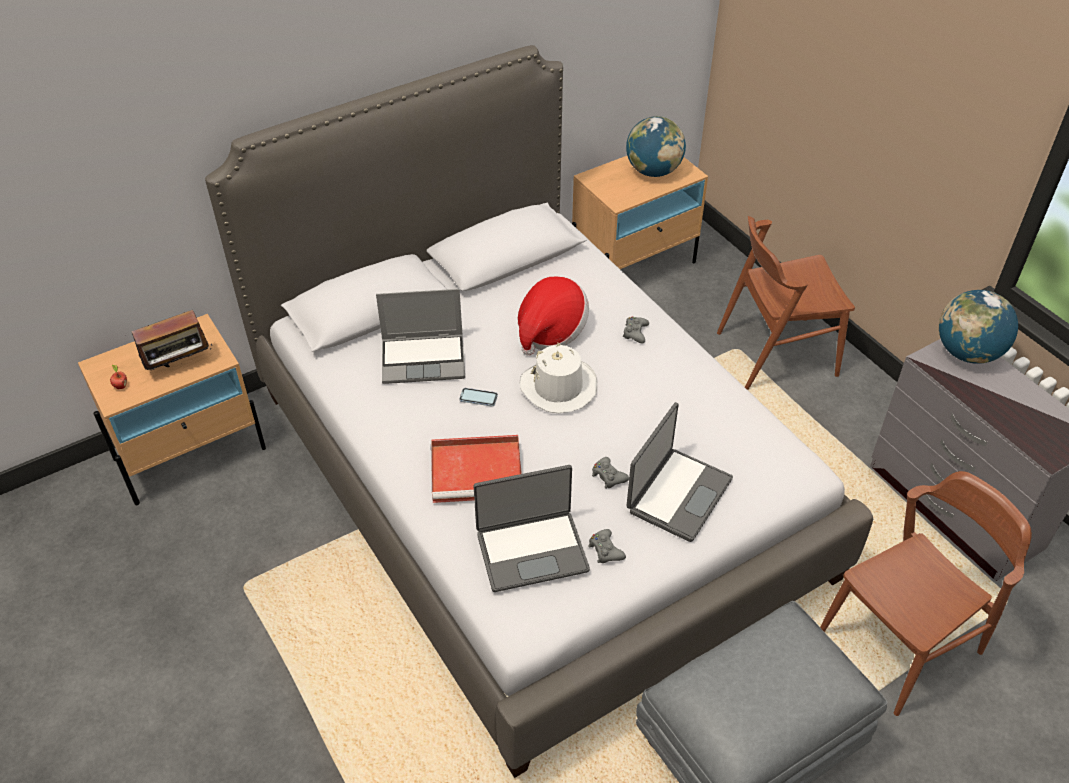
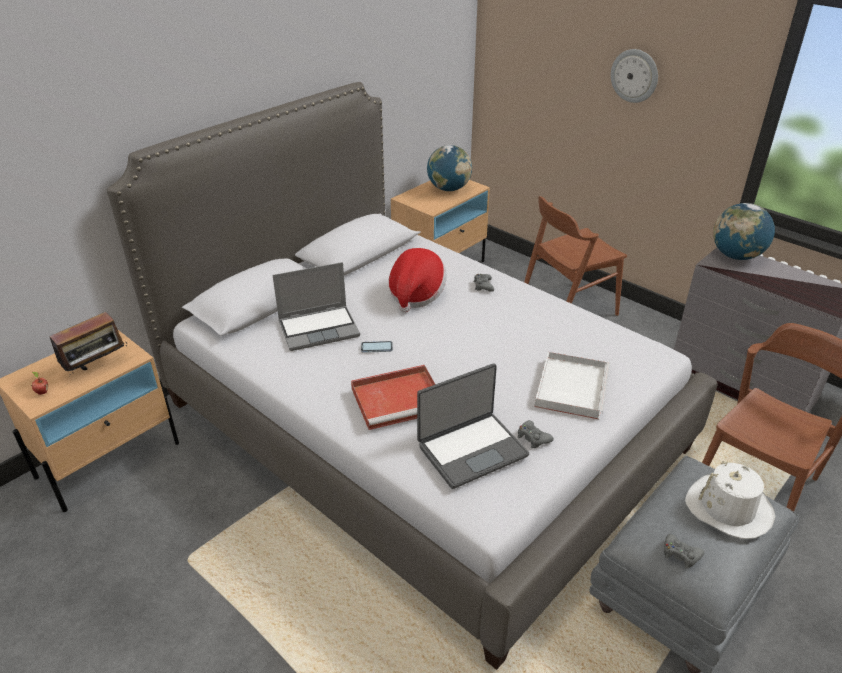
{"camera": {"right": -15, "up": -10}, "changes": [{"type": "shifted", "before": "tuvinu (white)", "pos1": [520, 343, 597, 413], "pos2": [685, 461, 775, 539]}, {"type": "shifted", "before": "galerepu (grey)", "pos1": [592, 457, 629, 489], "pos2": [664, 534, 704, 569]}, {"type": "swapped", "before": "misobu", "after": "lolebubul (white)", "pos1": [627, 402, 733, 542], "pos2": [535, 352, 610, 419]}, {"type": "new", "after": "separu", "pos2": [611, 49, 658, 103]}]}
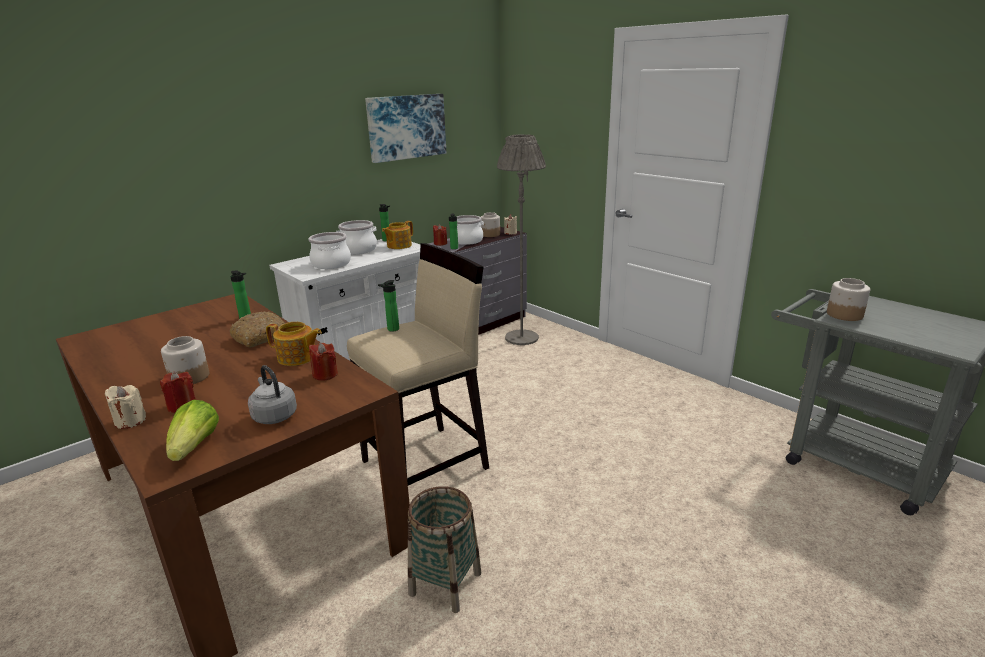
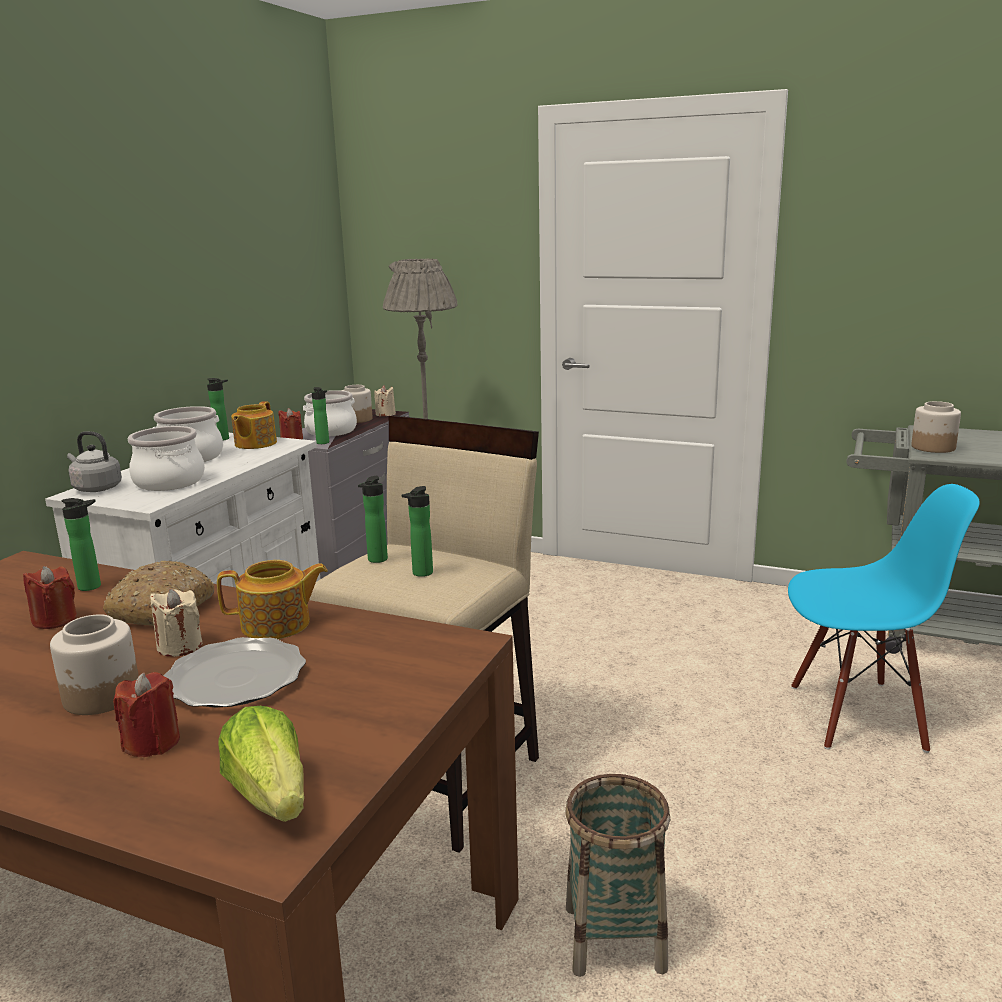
{"camera": {"right": -25, "up": -5}, "changes": [{"type": "shifted", "before": "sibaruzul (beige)", "pos1": [105, 385, 146, 429], "pos2": [150, 589, 202, 657]}, {"type": "shifted", "before": "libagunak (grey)", "pos1": [248, 365, 297, 424], "pos2": [67, 431, 122, 492]}, {"type": "shifted", "before": "sibaruzul (red)", "pos1": [309, 343, 338, 381], "pos2": [23, 566, 77, 629]}, {"type": "gone", "before": "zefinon", "pos1": [365, 94, 446, 163]}, {"type": "new", "after": "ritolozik", "pos2": [163, 637, 306, 708]}, {"type": "new", "after": "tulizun", "pos2": [402, 486, 433, 577]}, {"type": "new", "after": "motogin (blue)", "pos2": [788, 484, 980, 753]}]}
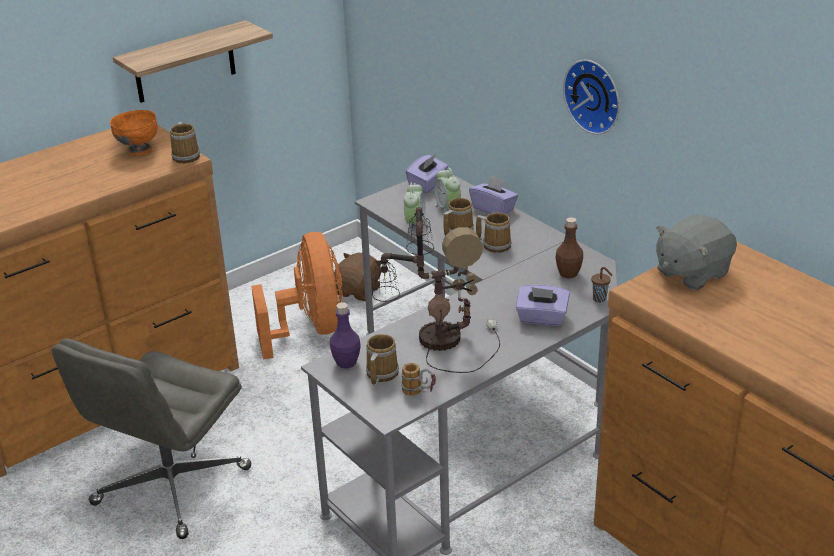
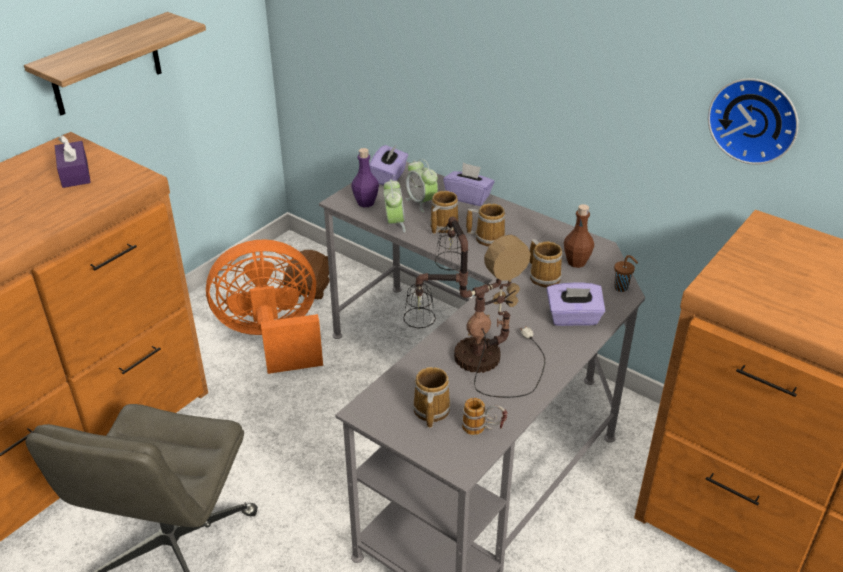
{"camera": {"right": -15, "up": 5}, "changes": [{"type": "swapped", "before": "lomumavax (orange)", "after": "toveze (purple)", "pos1": [110, 110, 158, 156], "pos2": [55, 135, 91, 188]}, {"type": "shifted", "before": "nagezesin", "pos1": [170, 122, 200, 163], "pos2": [530, 239, 563, 287]}, {"type": "rotated", "before": "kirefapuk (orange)", "pos1": [251, 232, 343, 360], "pos2": [206, 239, 323, 374], "turn": -75}, {"type": "shifted", "before": "tulizun (purple)", "pos1": [330, 302, 361, 368], "pos2": [351, 148, 379, 207]}, {"type": "shifted", "before": "separu", "pos1": [563, 60, 620, 135], "pos2": [708, 78, 799, 165]}, {"type": "gone", "before": "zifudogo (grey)", "pos1": [656, 215, 737, 290]}]}
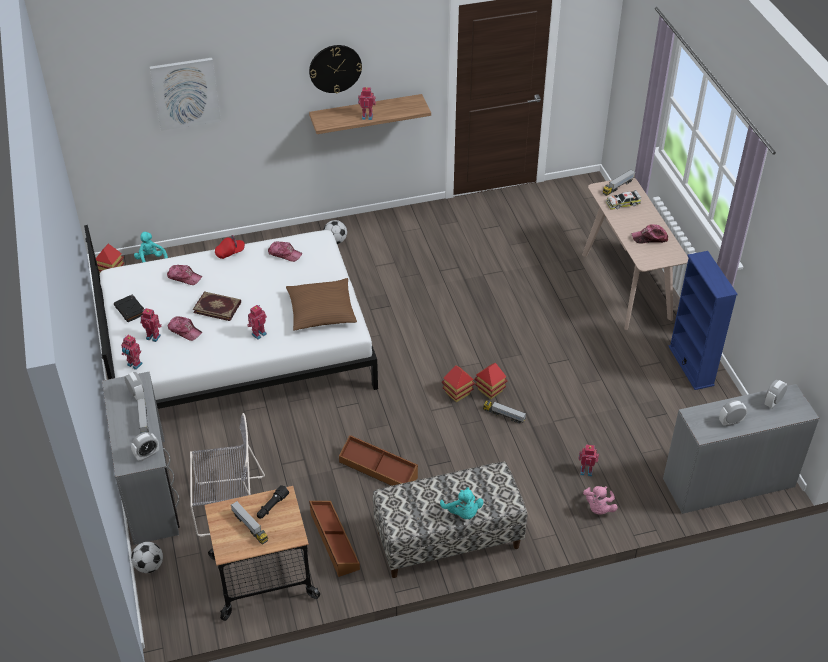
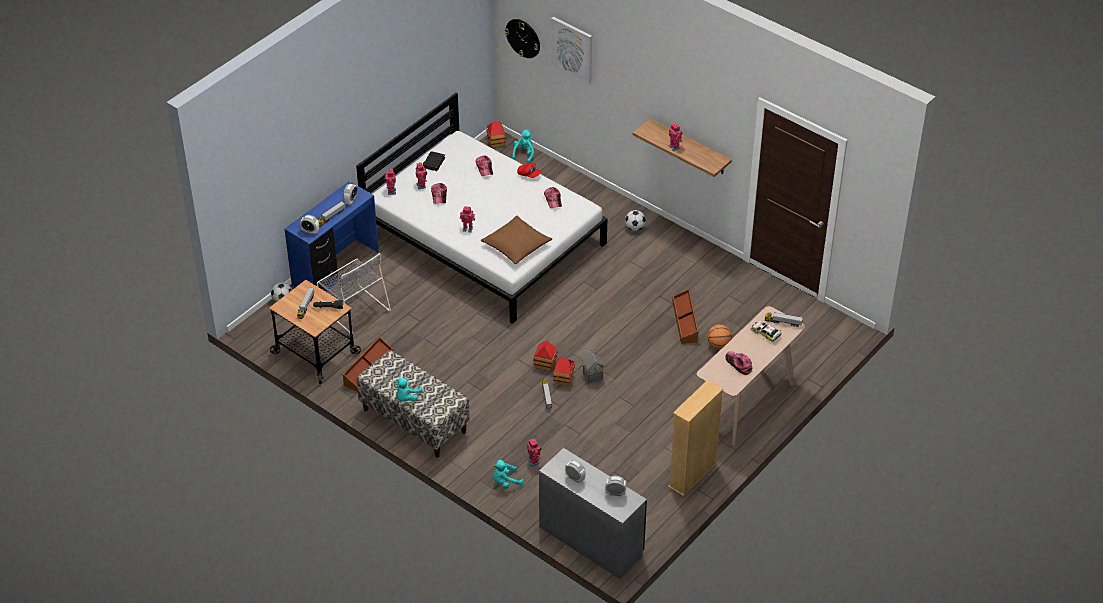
{"camera": {"right": 55, "up": 0}, "changes": [{"type": "repainted", "before": "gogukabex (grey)", "after": "gogukabex (blue)", "pos1": [102, 372, 180, 545], "pos2": [285, 181, 379, 292]}, {"type": "gone", "before": "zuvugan", "pos1": [193, 291, 241, 321]}, {"type": "shifted", "before": "separu", "pos1": [309, 45, 362, 93], "pos2": [505, 19, 540, 58]}, {"type": "shifted", "before": "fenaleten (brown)", "pos1": [339, 435, 418, 486], "pos2": [673, 289, 699, 344]}, {"type": "repainted", "before": "zifudogo (pink)", "after": "zifudogo (turquoise)", "pos1": [583, 486, 618, 514], "pos2": [493, 460, 524, 489]}, {"type": "repainted", "before": "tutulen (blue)", "after": "tutulen (beige)", "pos1": [668, 251, 738, 390], "pos2": [668, 380, 723, 496]}, {"type": "new", "after": "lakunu", "pos2": [582, 350, 605, 384]}, {"type": "new", "after": "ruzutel", "pos2": [707, 324, 732, 349]}]}
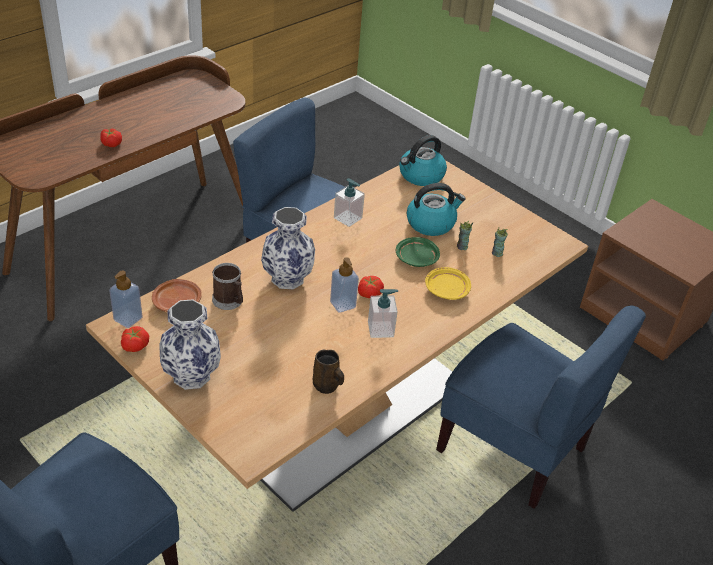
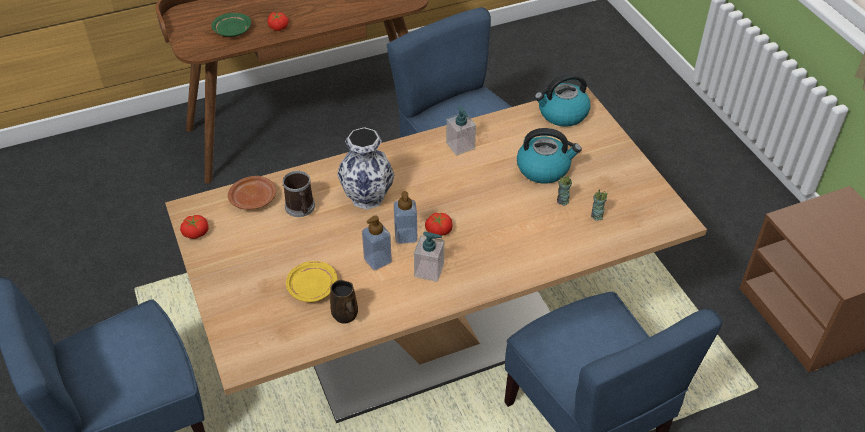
{"camera": {"right": 25, "up": 5}, "changes": [{"type": "shifted", "before": "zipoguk", "pos1": [109, 270, 143, 328], "pos2": [362, 216, 392, 270]}, {"type": "gone", "before": "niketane", "pos1": [159, 299, 221, 390]}, {"type": "shifted", "before": "ritolozik (green)", "pos1": [396, 237, 440, 267], "pos2": [211, 13, 251, 37]}, {"type": "shifted", "before": "ritolozik (yellow)", "pos1": [425, 267, 471, 300], "pos2": [286, 261, 337, 302]}]}
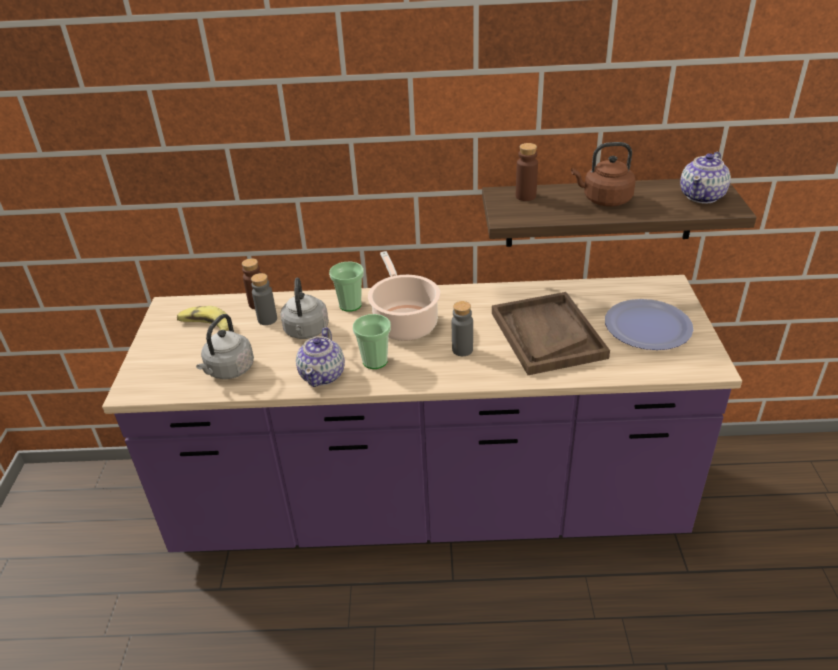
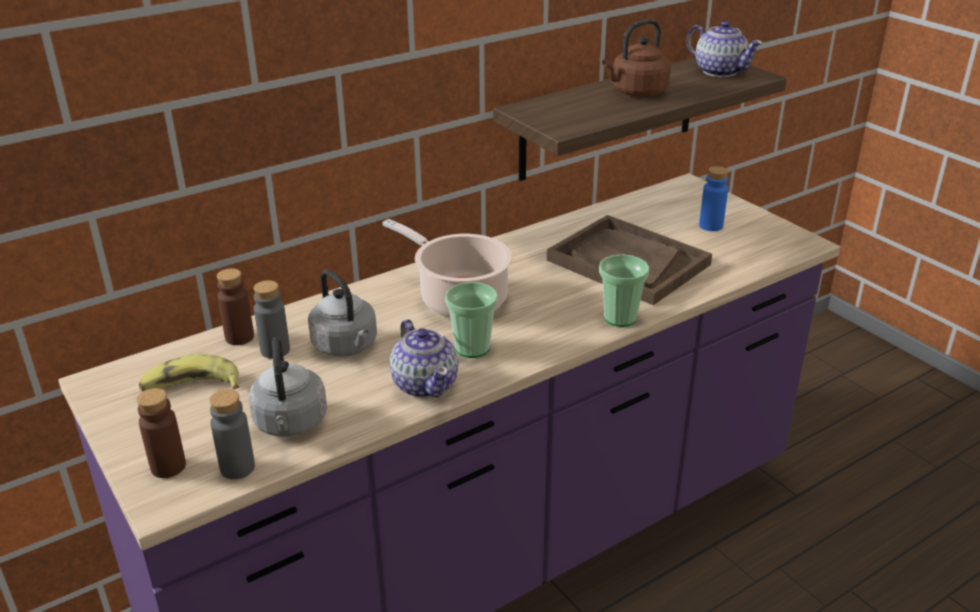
{"camera": {"right": -35, "up": -5}, "changes": [{"type": "shifted", "before": "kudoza", "pos1": [329, 262, 364, 312], "pos2": [599, 254, 649, 327]}, {"type": "shifted", "before": "tulizun (grey)", "pos1": [452, 301, 473, 356], "pos2": [209, 389, 255, 479]}, {"type": "shifted", "before": "tulizun (brown)", "pos1": [516, 143, 538, 201], "pos2": [137, 388, 186, 478]}, {"type": "swapped", "before": "ritolozik", "after": "tulizun (blue)", "pos1": [605, 299, 693, 350], "pos2": [699, 166, 728, 231]}, {"type": "rotated", "before": "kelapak", "pos1": [680, 152, 731, 204], "pos2": [687, 21, 763, 77], "turn": -45}]}
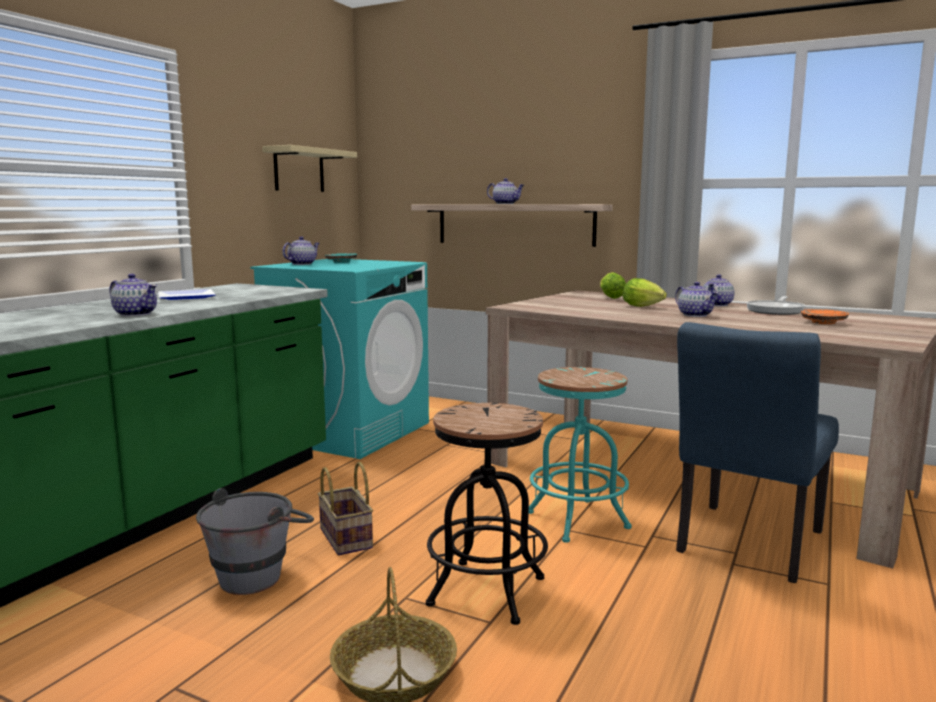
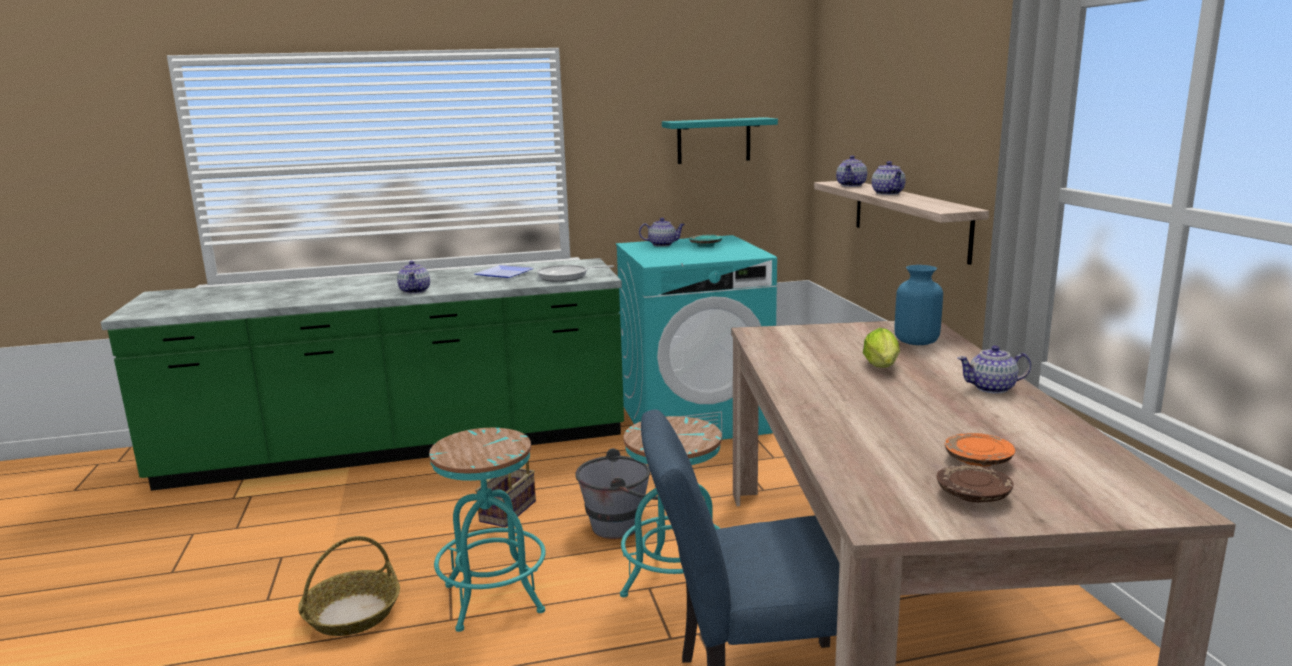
{"camera": {"right": 50, "up": 5}, "changes": [{"type": "shifted", "before": "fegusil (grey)", "pos1": [196, 488, 314, 595], "pos2": [575, 448, 658, 539]}, {"type": "repainted", "before": "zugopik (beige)", "after": "zugopik (turquoise)", "pos1": [262, 145, 357, 192], "pos2": [662, 117, 778, 164]}, {"type": "repainted", "before": "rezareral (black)", "after": "rezareral (turquoise)", "pos1": [426, 403, 548, 625], "pos2": [429, 428, 546, 632]}, {"type": "swapped", "before": "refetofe", "after": "niketane (blue)", "pos1": [600, 272, 626, 299], "pos2": [894, 265, 943, 345]}, {"type": "shifted", "before": "kelapak", "pos1": [675, 282, 719, 317], "pos2": [836, 155, 867, 187]}, {"type": "shifted", "before": "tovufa", "pos1": [746, 296, 805, 315], "pos2": [537, 265, 614, 282]}, {"type": "new", "after": "ritolozik (brown)", "pos2": [937, 465, 1014, 502]}]}
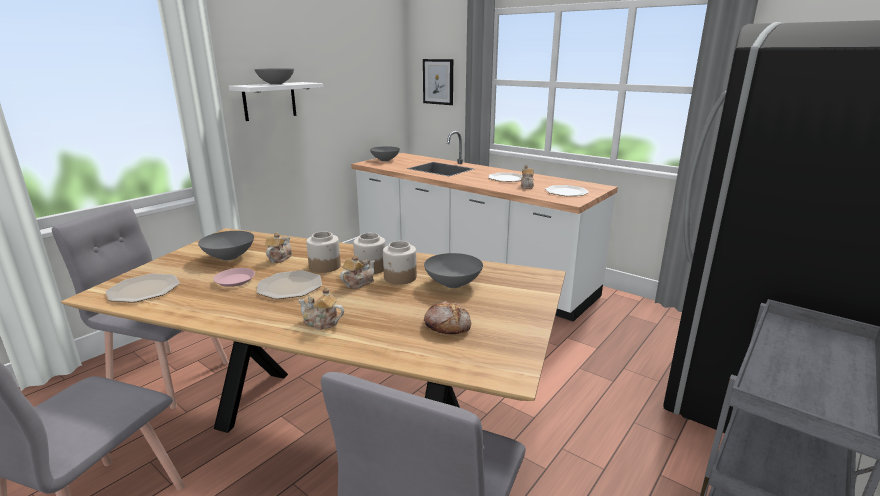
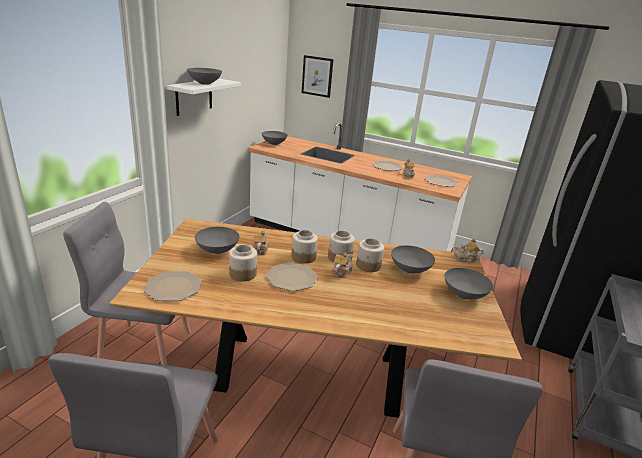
{"camera": {"right": -15, "up": 5}, "changes": [{"type": "swapped", "before": "ritolozik (pink)", "after": "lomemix", "pos1": [213, 268, 255, 287], "pos2": [229, 244, 257, 282]}, {"type": "shifted", "before": "kelapak", "pos1": [298, 287, 344, 330], "pos2": [454, 238, 484, 264]}, {"type": "gone", "before": "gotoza", "pos1": [424, 301, 471, 334]}, {"type": "new", "after": "lomumavax (grey)", "pos2": [444, 268, 493, 299]}]}
